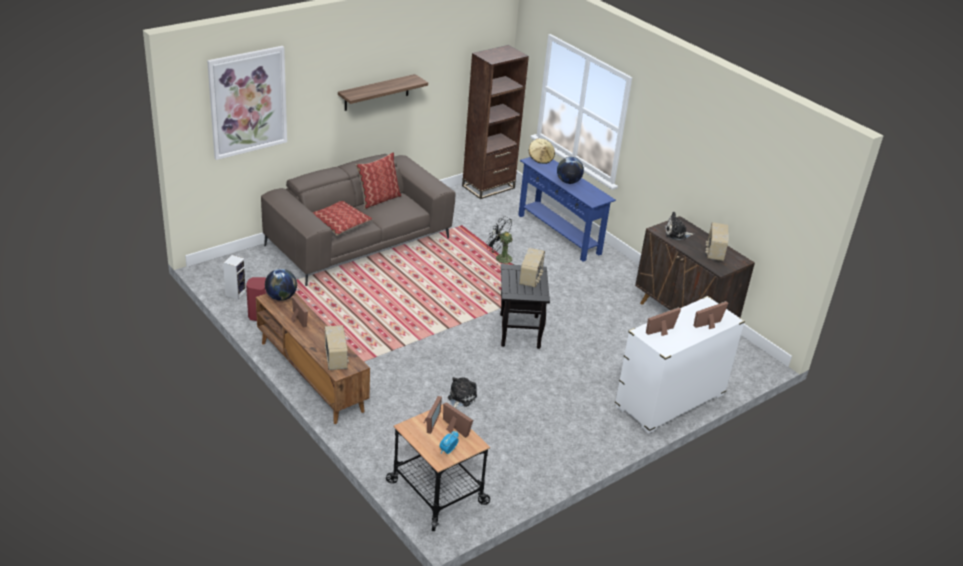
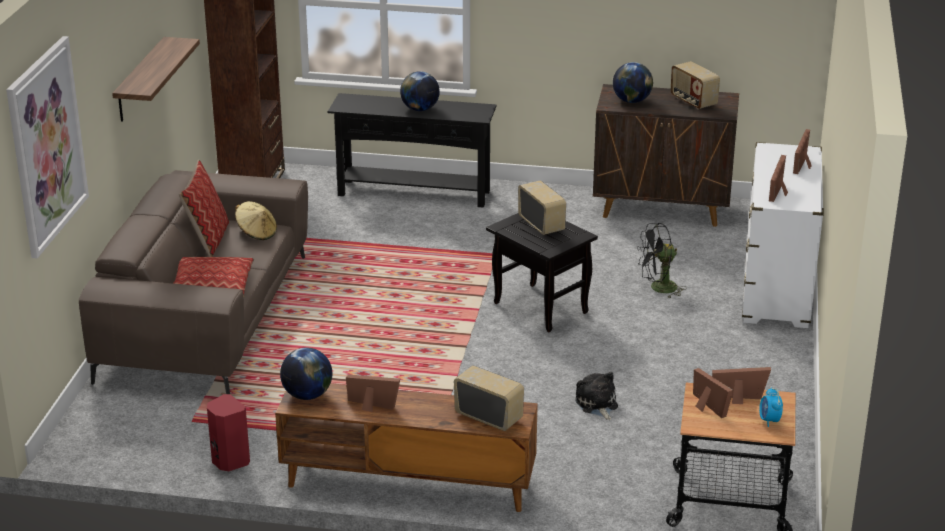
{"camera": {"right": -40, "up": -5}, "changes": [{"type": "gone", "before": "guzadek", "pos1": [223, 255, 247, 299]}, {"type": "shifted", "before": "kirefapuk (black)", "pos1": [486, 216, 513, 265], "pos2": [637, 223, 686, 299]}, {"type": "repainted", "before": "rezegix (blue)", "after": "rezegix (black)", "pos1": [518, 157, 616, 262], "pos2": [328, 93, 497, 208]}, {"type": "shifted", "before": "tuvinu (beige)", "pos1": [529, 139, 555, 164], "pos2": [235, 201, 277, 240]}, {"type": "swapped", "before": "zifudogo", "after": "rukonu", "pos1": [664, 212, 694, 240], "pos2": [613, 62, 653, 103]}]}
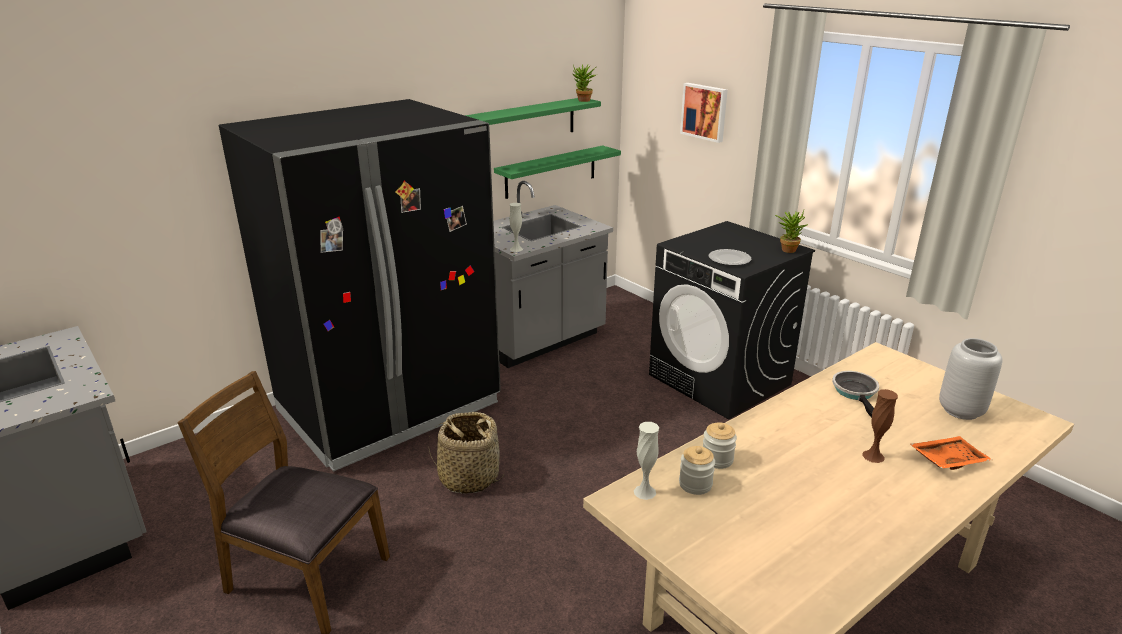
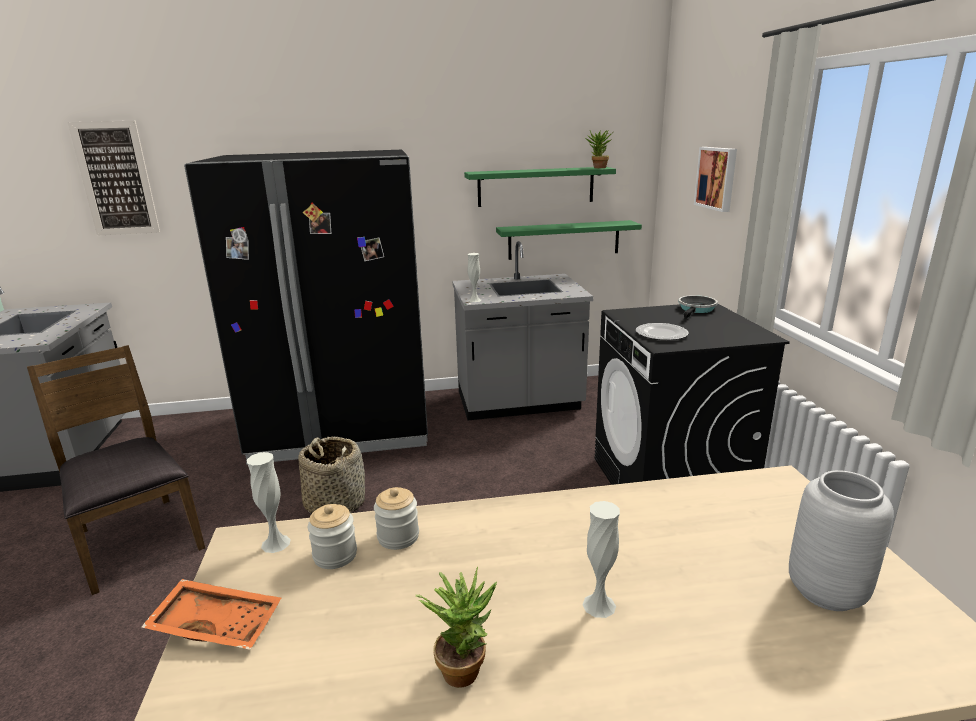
{"camera": {"right": 30, "up": -5}, "changes": [{"type": "shifted", "before": "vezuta", "pos1": [775, 210, 808, 253], "pos2": [416, 567, 497, 688]}, {"type": "shifted", "before": "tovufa", "pos1": [832, 371, 879, 418], "pos2": [678, 295, 718, 319]}, {"type": "repainted", "before": "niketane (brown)", "after": "niketane (white)", "pos1": [862, 389, 898, 463], "pos2": [582, 501, 620, 618]}, {"type": "shifted", "before": "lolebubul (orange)", "pos1": [910, 436, 992, 470], "pos2": [141, 579, 281, 650]}, {"type": "new", "after": "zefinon", "pos2": [68, 121, 160, 236]}]}
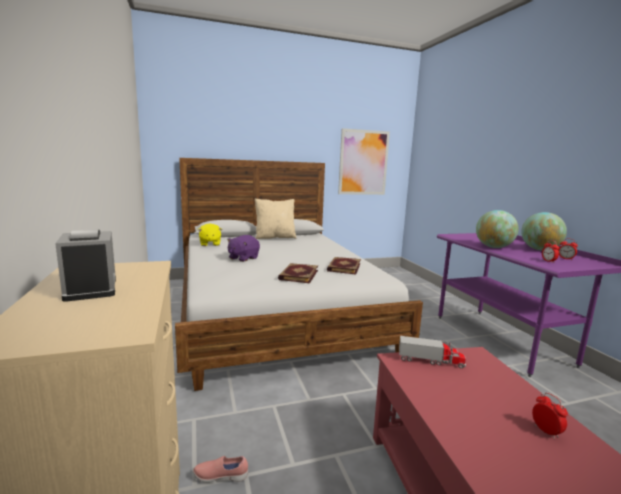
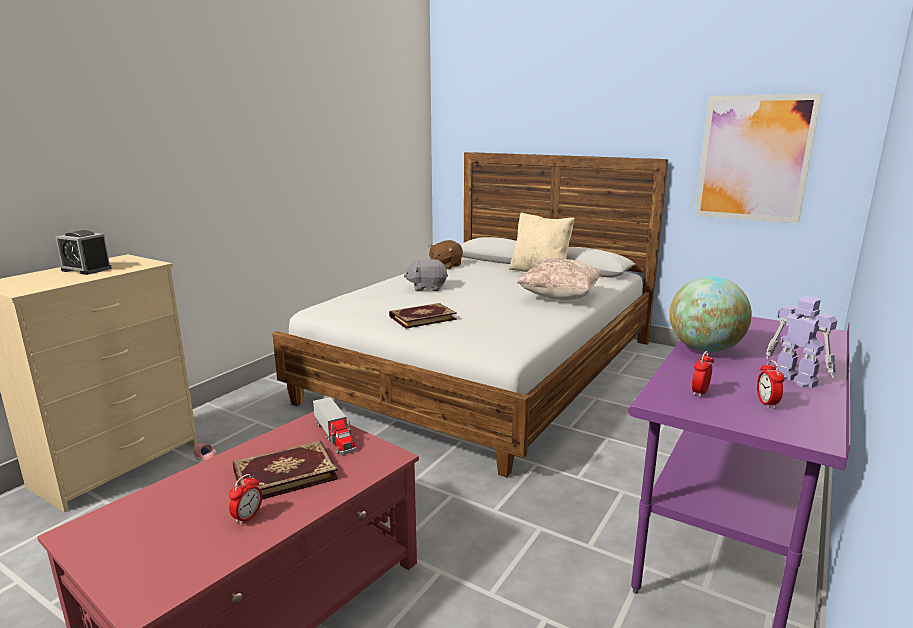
{"camera": {"right": 50, "up": 5}, "changes": [{"type": "rotated", "before": "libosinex", "pos1": [55, 229, 116, 302], "pos2": [55, 230, 112, 275], "turn": 90}, {"type": "repainted", "before": "zifudogo (yellow)", "after": "zifudogo (brown)", "pos1": [198, 223, 222, 246], "pos2": [428, 240, 463, 269]}, {"type": "repainted", "before": "zifudogo (purple)", "after": "zifudogo (grey)", "pos1": [227, 235, 260, 262], "pos2": [404, 259, 448, 291]}, {"type": "shifted", "before": "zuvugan", "pos1": [327, 257, 361, 275], "pos2": [232, 441, 338, 500]}, {"type": "swapped", "before": "rukonu", "after": "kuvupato", "pos1": [521, 212, 567, 250], "pos2": [766, 296, 837, 388]}, {"type": "new", "after": "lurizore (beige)", "pos2": [517, 258, 601, 300]}]}
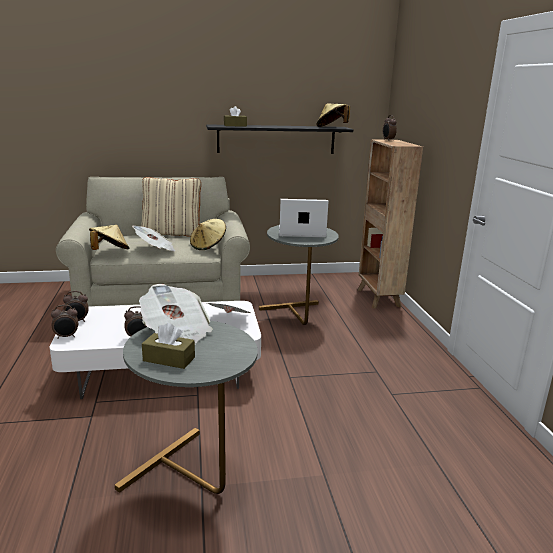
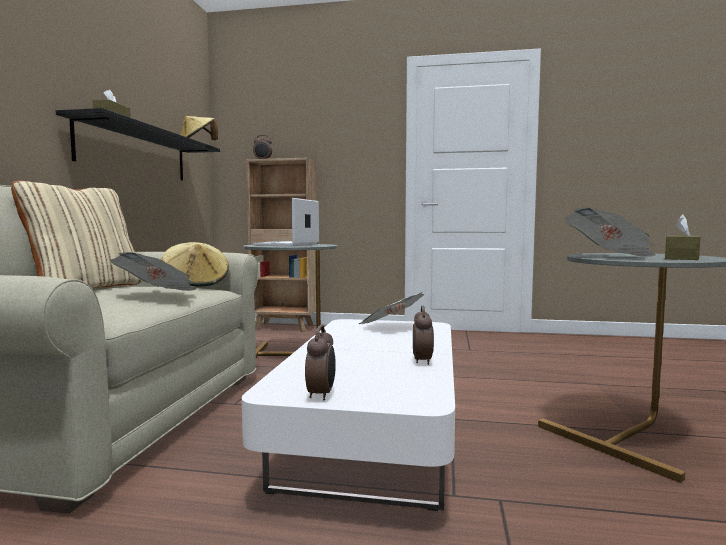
{"camera": {"right": -70, "up": -15}, "changes": [{"type": "gone", "before": "libosinex", "pos1": [51, 305, 78, 339]}, {"type": "gone", "before": "tuvinu (beige)", "pos1": [89, 225, 129, 250]}]}
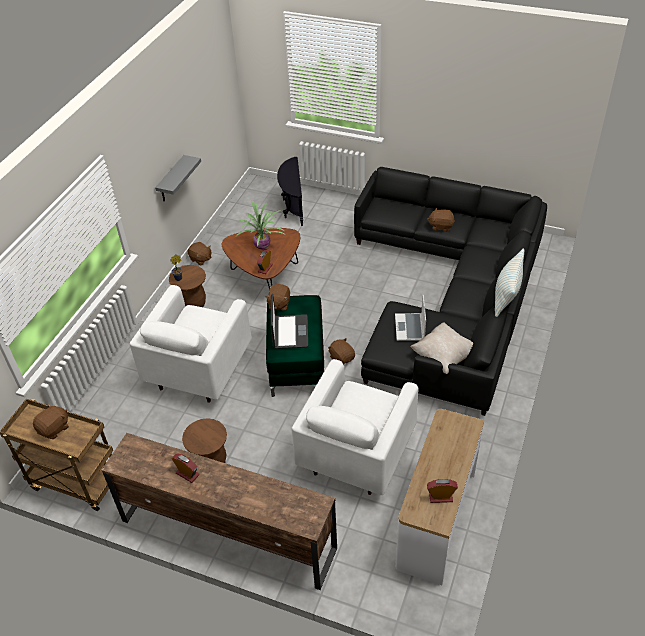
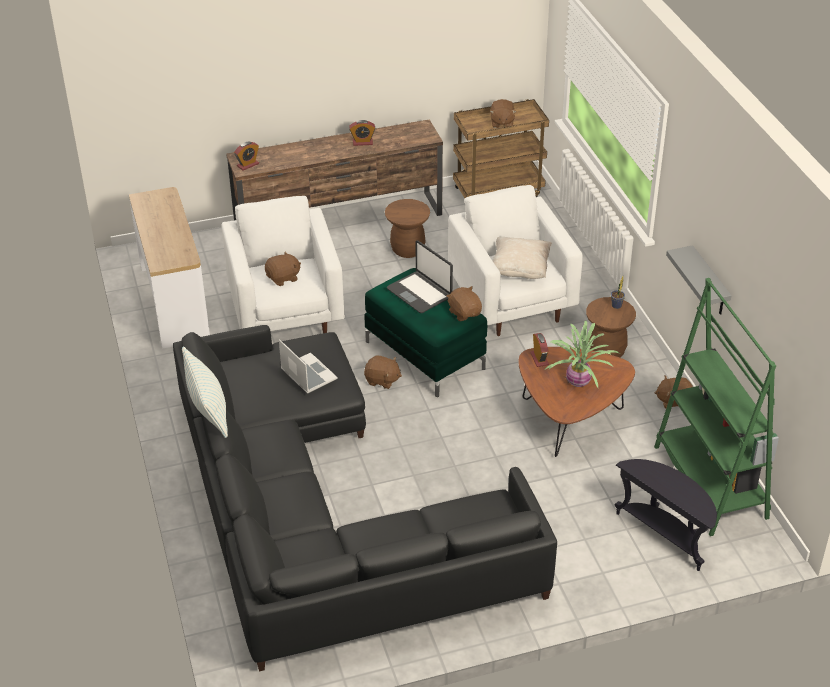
{"camera": {"right": 140, "up": -5}, "changes": [{"type": "shifted", "before": "lurizore (beige)", "pos1": [410, 322, 473, 374], "pos2": [492, 237, 552, 279]}, {"type": "shifted", "before": "zifudogo (brown)", "pos1": [427, 208, 455, 232], "pos2": [265, 251, 301, 286]}, {"type": "shifted", "before": "libosinex", "pos1": [427, 479, 458, 503], "pos2": [234, 142, 259, 170]}, {"type": "new", "after": "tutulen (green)", "pos2": [654, 278, 779, 536]}]}
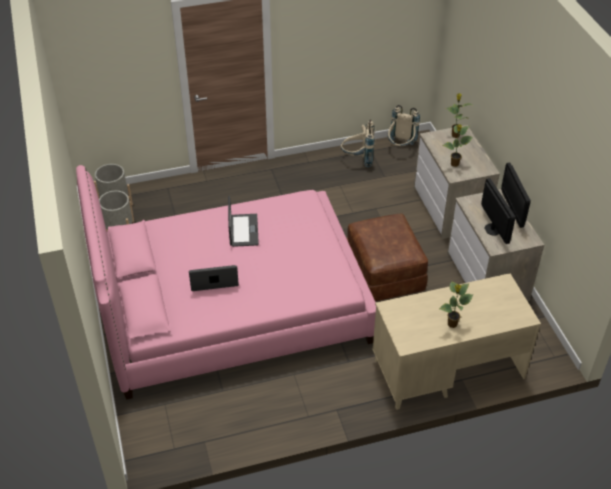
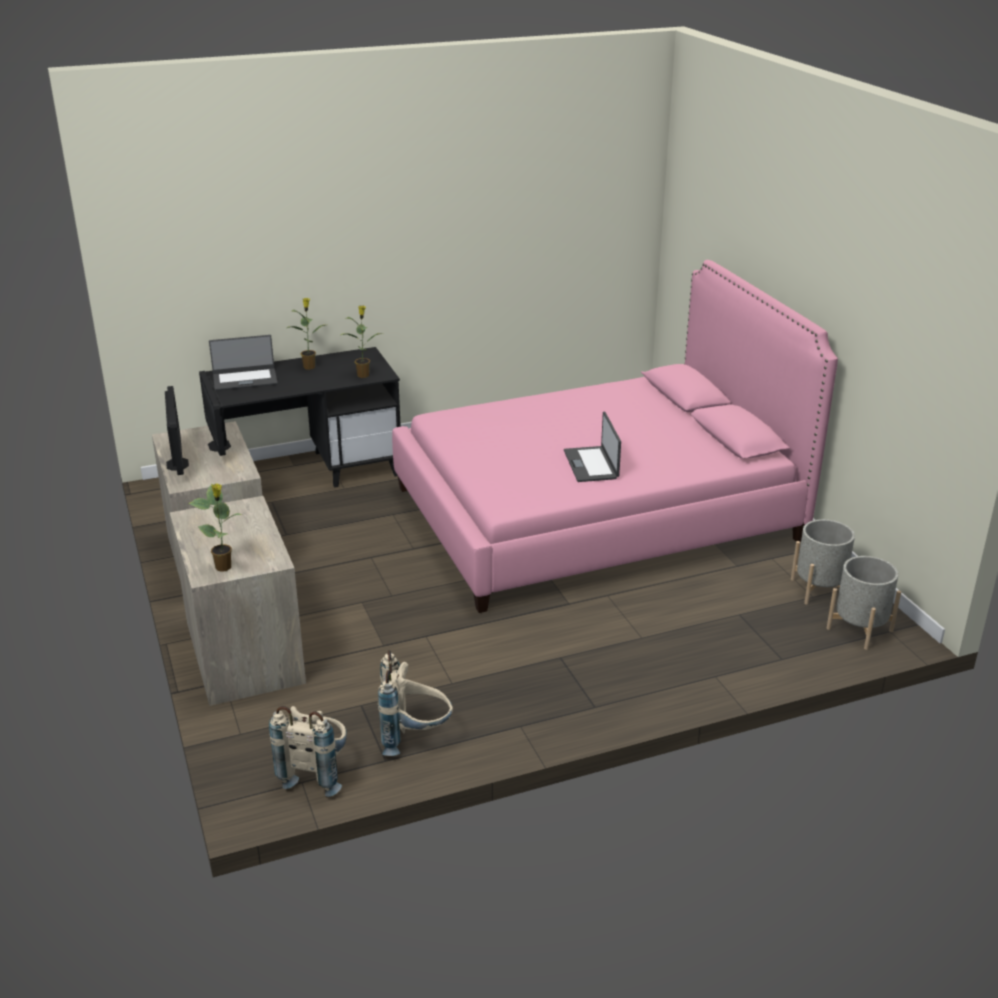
{"camera": {"right": 175, "up": -15}, "changes": [{"type": "shifted", "before": "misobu", "pos1": [189, 265, 239, 291], "pos2": [209, 335, 278, 391]}, {"type": "gone", "before": "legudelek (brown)", "pos1": [347, 214, 428, 301]}, {"type": "repainted", "before": "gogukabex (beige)", "after": "gogukabex (black)", "pos1": [372, 273, 541, 410], "pos2": [206, 347, 401, 487]}, {"type": "shifted", "before": "vezuta", "pos1": [443, 124, 473, 167], "pos2": [341, 305, 384, 378]}]}
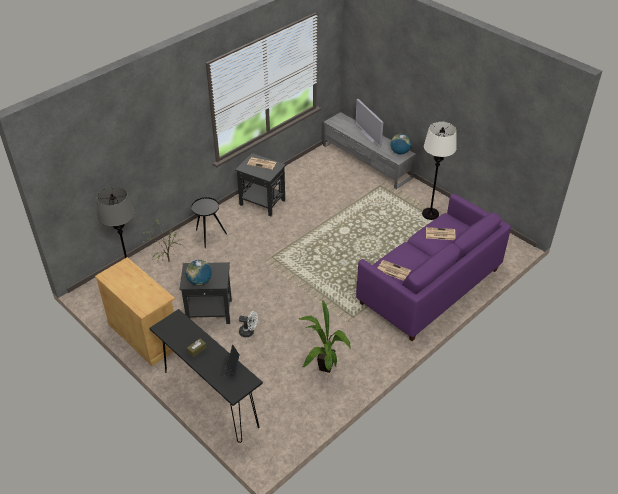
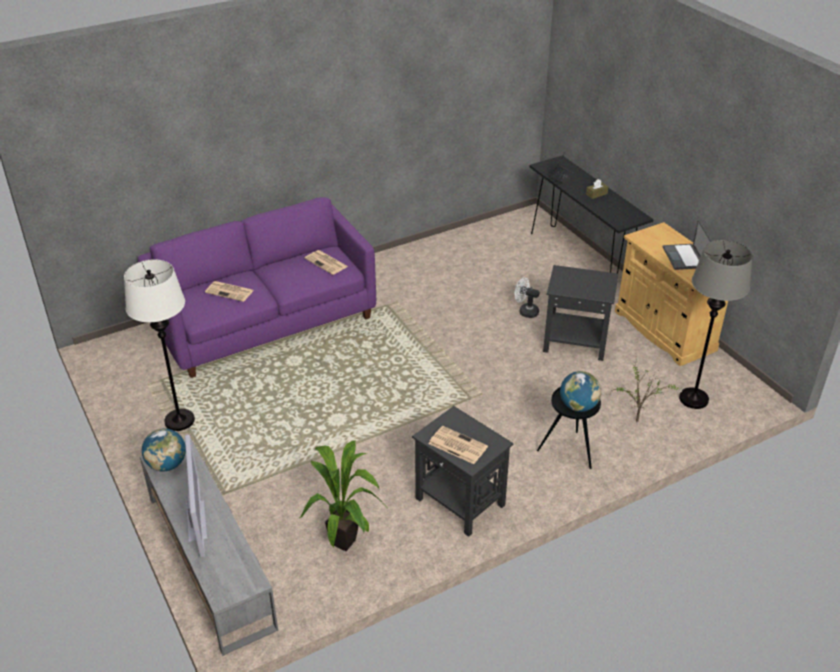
{"camera": {"right": -165, "up": -5}, "changes": [{"type": "shifted", "before": "rukonu", "pos1": [186, 260, 212, 285], "pos2": [560, 371, 601, 412]}, {"type": "shifted", "before": "vezuta", "pos1": [298, 301, 351, 373], "pos2": [300, 441, 387, 551]}, {"type": "new", "after": "misobu", "pos2": [663, 220, 712, 270]}]}
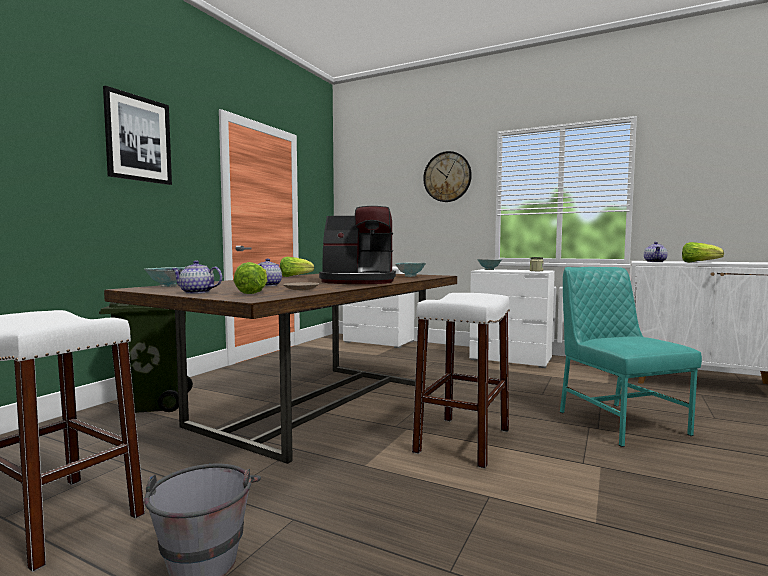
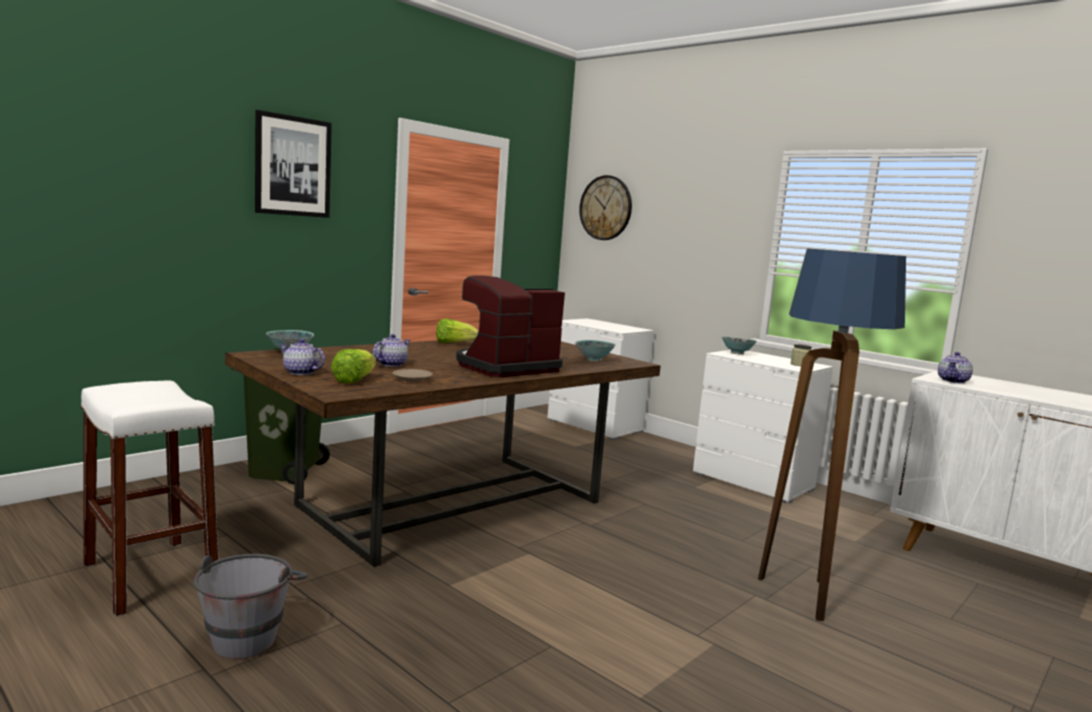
{"camera": {"right": 15, "up": 5}, "changes": [{"type": "rotated", "before": "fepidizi", "pos1": [319, 206, 396, 284], "pos2": [456, 275, 565, 378], "turn": 120}, {"type": "gone", "before": "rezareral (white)", "pos1": [412, 293, 510, 469]}, {"type": "shifted", "before": "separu", "pos1": [423, 151, 472, 202], "pos2": [579, 175, 632, 240]}, {"type": "swapped", "before": "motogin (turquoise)", "after": "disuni", "pos1": [560, 267, 702, 447], "pos2": [758, 248, 906, 621]}, {"type": "gone", "before": "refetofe", "pos1": [682, 242, 724, 262]}]}
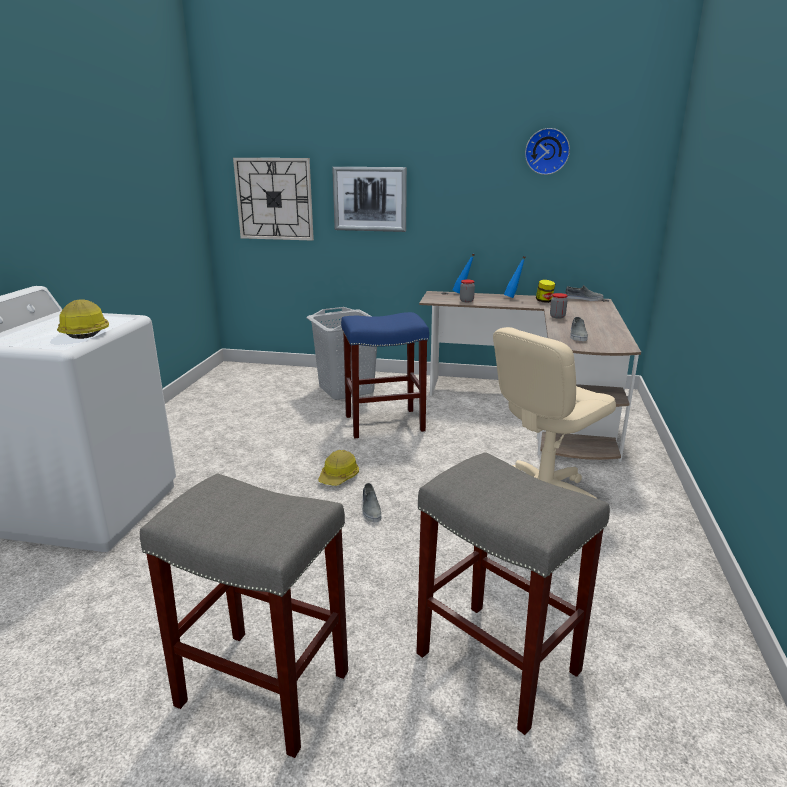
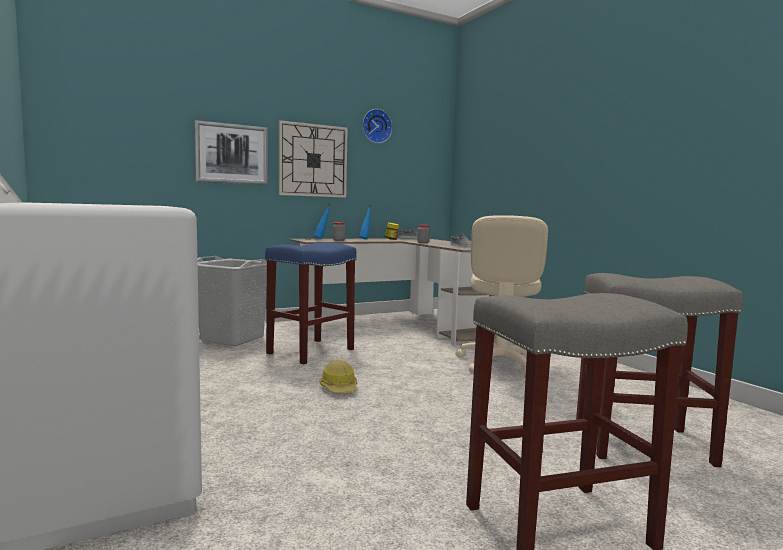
{"camera": {"right": -40, "up": -15}, "changes": [{"type": "gone", "before": "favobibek", "pos1": [57, 299, 109, 339]}, {"type": "shifted", "before": "separu", "pos1": [233, 158, 314, 241], "pos2": [279, 120, 348, 198]}, {"type": "gone", "before": "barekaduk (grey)", "pos1": [362, 483, 381, 522]}]}
